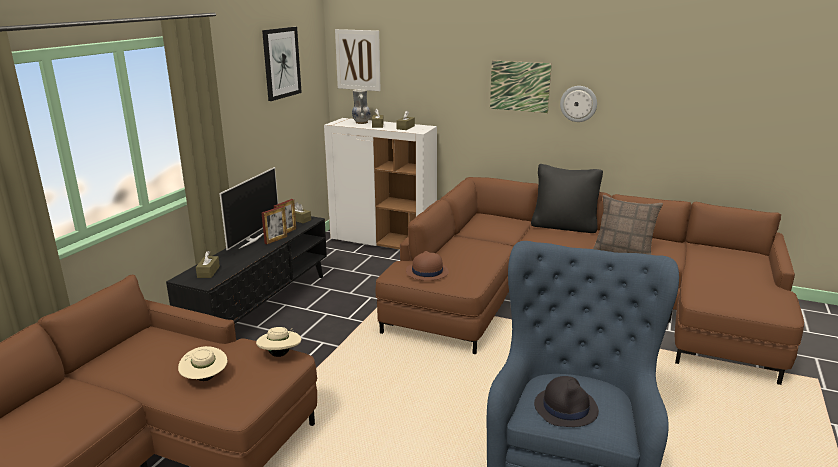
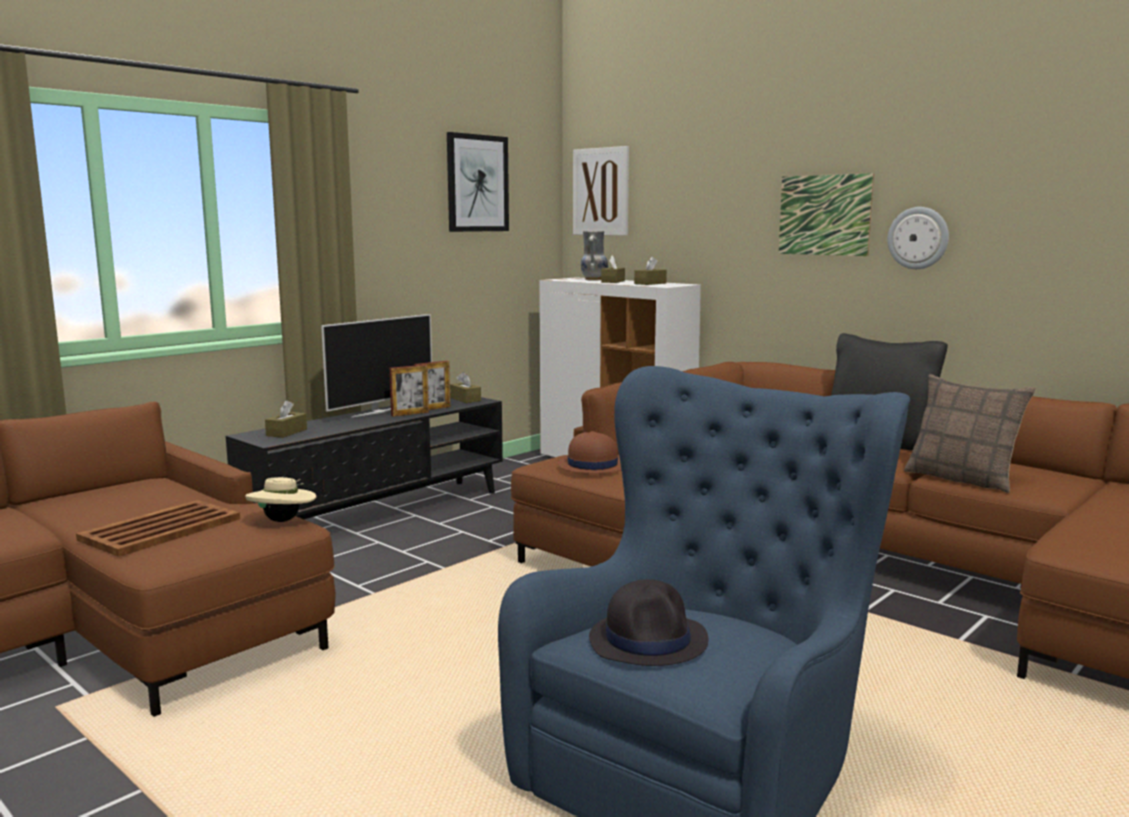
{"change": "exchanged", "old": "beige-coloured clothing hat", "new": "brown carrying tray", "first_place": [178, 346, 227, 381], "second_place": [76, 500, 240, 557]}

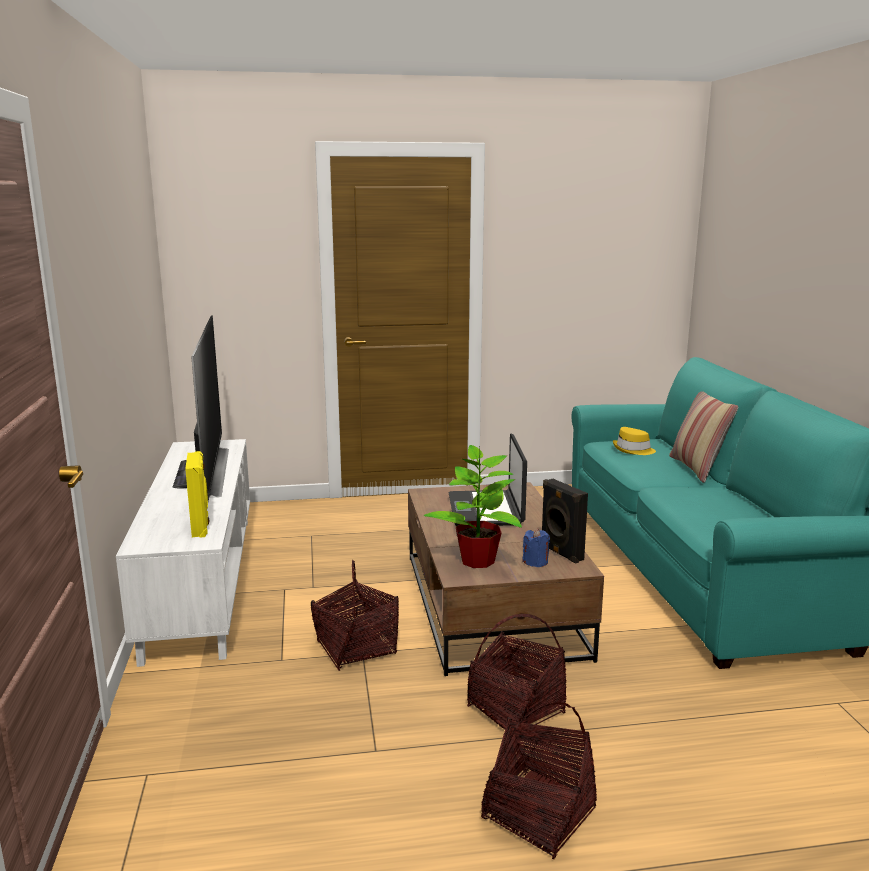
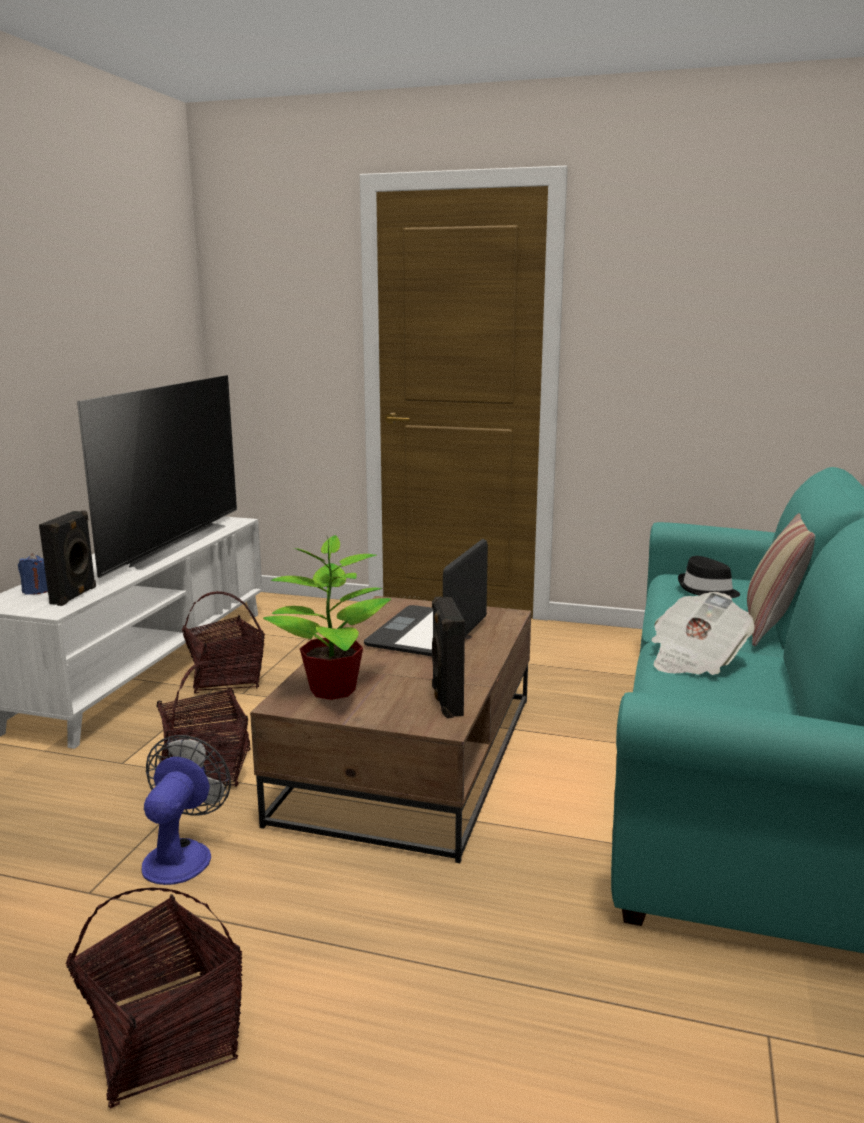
{"change": "relocated", "old": "blue candle", "first_place": [522, 528, 550, 567], "second_place": [18, 553, 48, 595]}
{"change": "colour", "old": "yellow speaker", "new": "black-coloured speaker", "first_place": [185, 451, 209, 538], "second_place": [39, 511, 96, 606]}
{"change": "appeared", "new": "electric fan", "second_place": [141, 735, 231, 885]}
{"change": "relocated", "old": "basket", "first_place": [467, 614, 567, 729], "second_place": [182, 591, 265, 694]}
{"change": "appeared", "new": "daily paper", "second_place": [651, 592, 755, 675]}
{"change": "colour", "old": "yellow clothing hat", "new": "black-coloured clothing hat", "first_place": [613, 427, 656, 455], "second_place": [678, 556, 740, 598]}

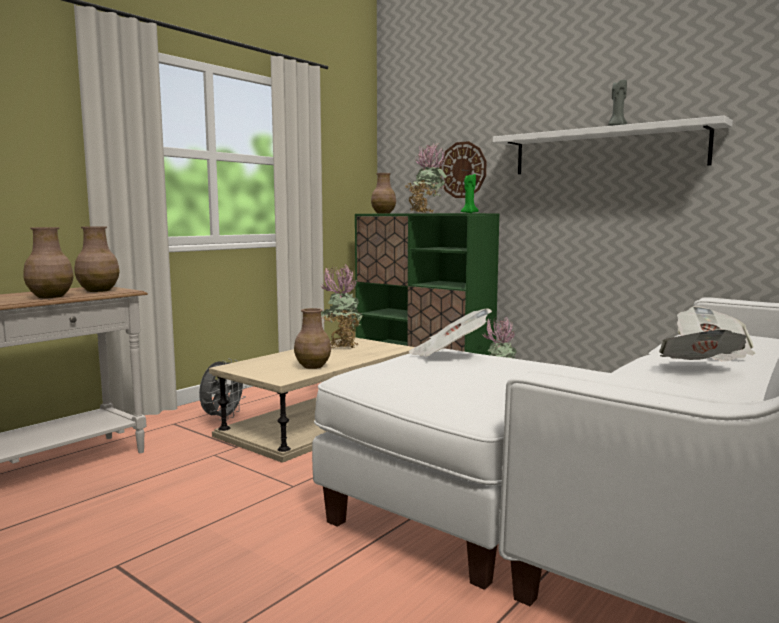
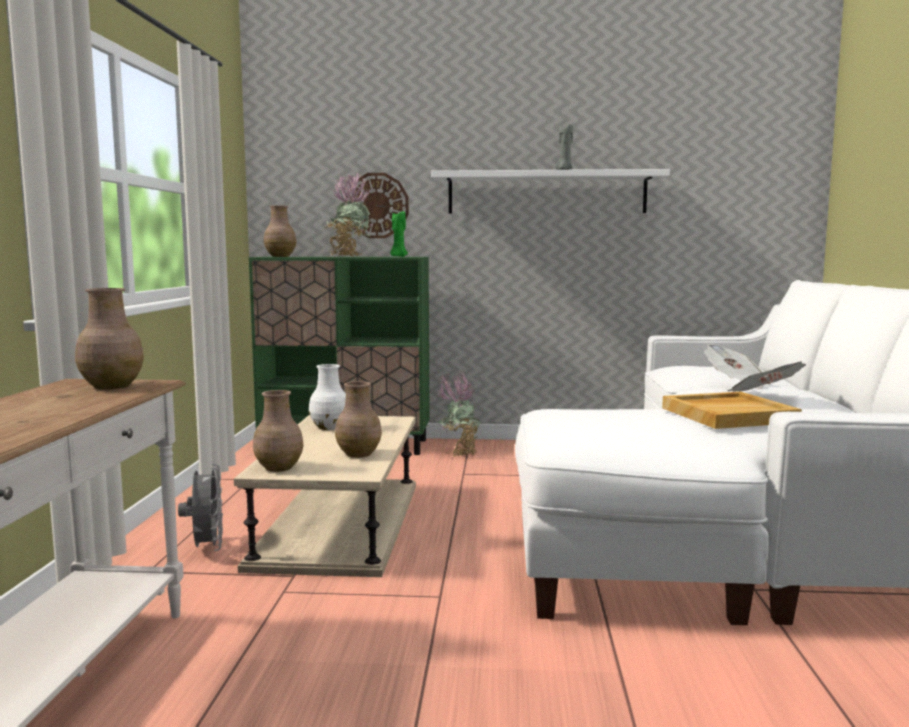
{"change": "relocated", "old": "brown decorative vase", "first_place": [23, 227, 74, 298], "second_place": [253, 390, 304, 472]}
{"change": "exchanged", "old": "potted plant", "new": "whitish decorative vase", "first_place": [320, 264, 362, 348], "second_place": [309, 364, 346, 430]}
{"change": "appeared", "new": "beige-coloured carrying tray", "second_place": [662, 392, 802, 429]}
{"change": "missing", "old": "daily paper", "first_place": [409, 309, 492, 357]}

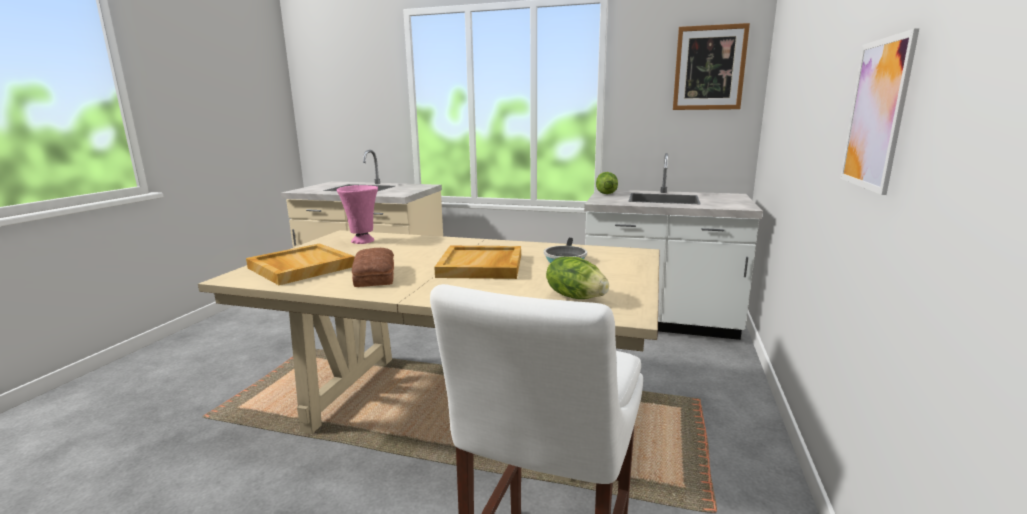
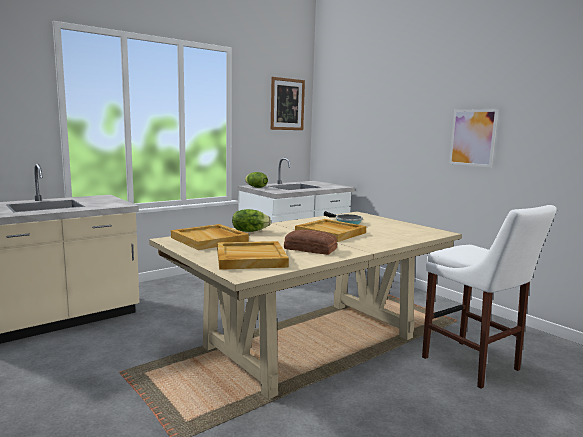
{"change": "exchanged", "old": "pink-coloured decorative vase", "new": "beige-coloured carrying tray", "first_place": [337, 185, 378, 244], "second_place": [171, 224, 249, 250]}
{"change": "relocated", "old": "head of lettuce", "first_place": [546, 257, 609, 299], "second_place": [232, 209, 271, 232]}

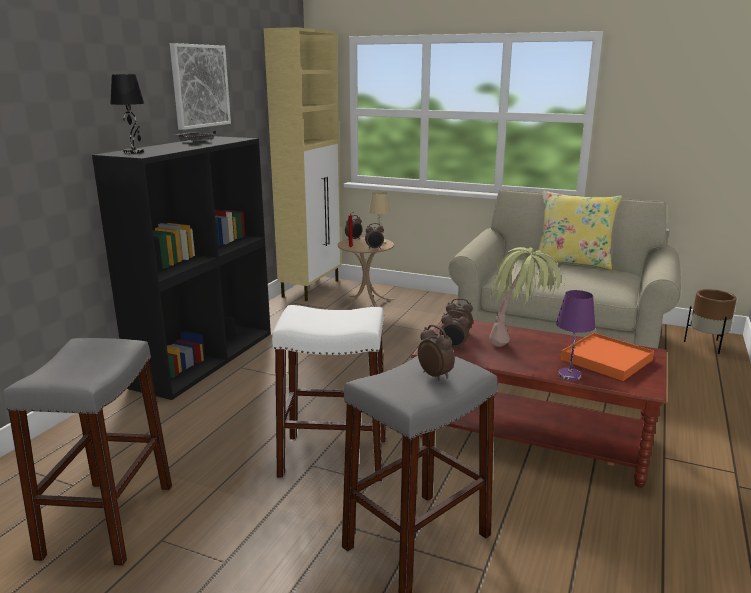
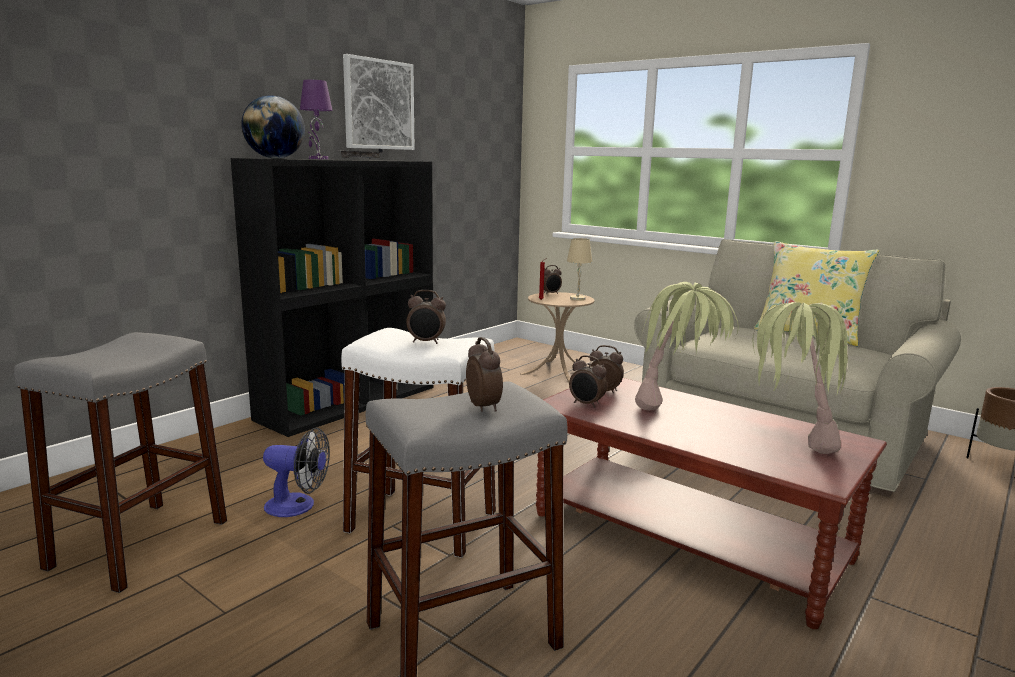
{"change": "exchanged", "old": "black-coloured tabletop lamp", "new": "world globe", "first_place": [110, 74, 144, 154], "second_place": [241, 95, 305, 159]}
{"change": "appeared", "new": "electric fan", "second_place": [263, 428, 330, 517]}
{"change": "relocated", "old": "purple tabletop lamp", "first_place": [556, 290, 595, 381], "second_place": [300, 80, 333, 159]}
{"change": "relocated", "old": "table clock", "first_place": [365, 223, 384, 249], "second_place": [406, 290, 446, 344]}
{"change": "exchanged", "old": "orange carrying tray", "new": "potted plant", "first_place": [561, 332, 654, 381], "second_place": [752, 302, 848, 454]}
{"change": "missing", "old": "beige-coloured storage cabinet", "first_place": [264, 27, 341, 301]}

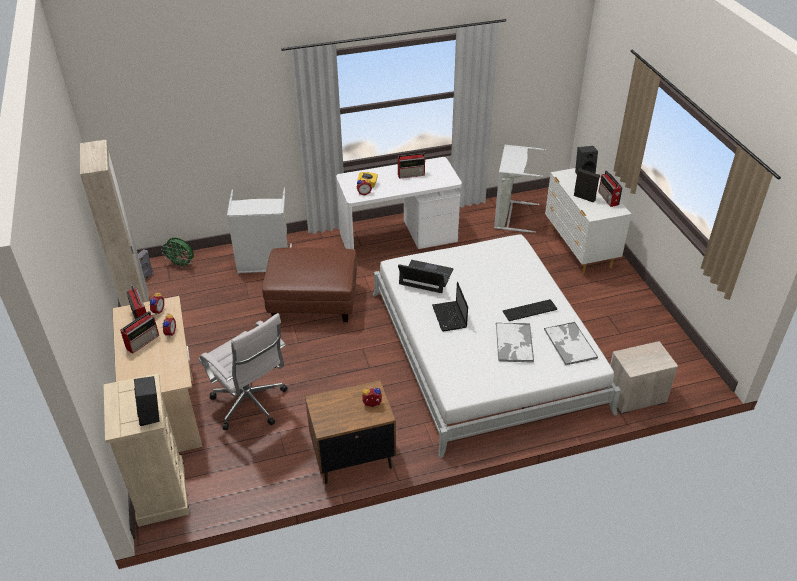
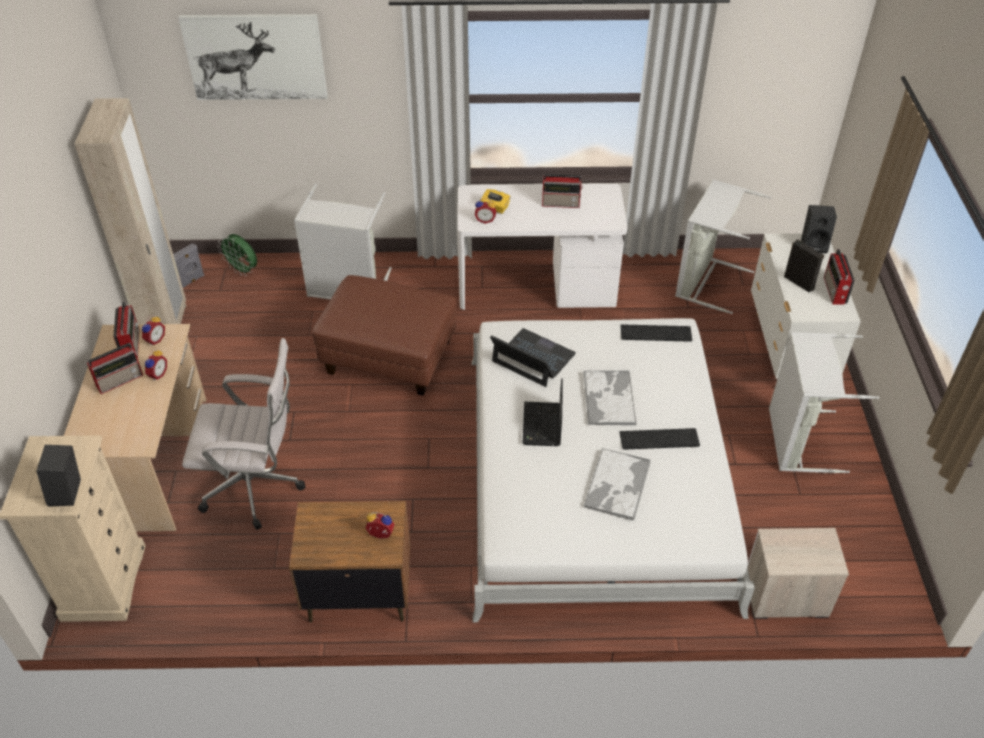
{"change": "appeared", "new": "wall picture", "second_place": [178, 14, 328, 100]}
{"change": "spun", "old": "whitish office chair", "first_place": [198, 313, 288, 430], "second_place": [182, 338, 306, 530], "degrees": -60}
{"change": "relocated", "old": "carrying tray", "first_place": [544, 322, 598, 366], "second_place": [584, 371, 637, 425]}
{"change": "appeared", "new": "PC keyboard", "second_place": [621, 324, 692, 342]}
{"change": "appeared", "new": "greyish laundry basket", "second_place": [769, 332, 879, 473]}

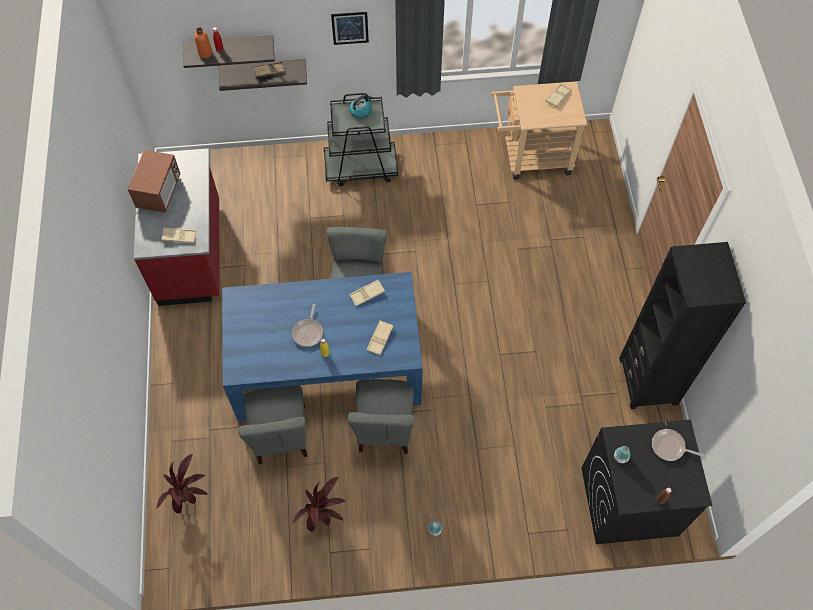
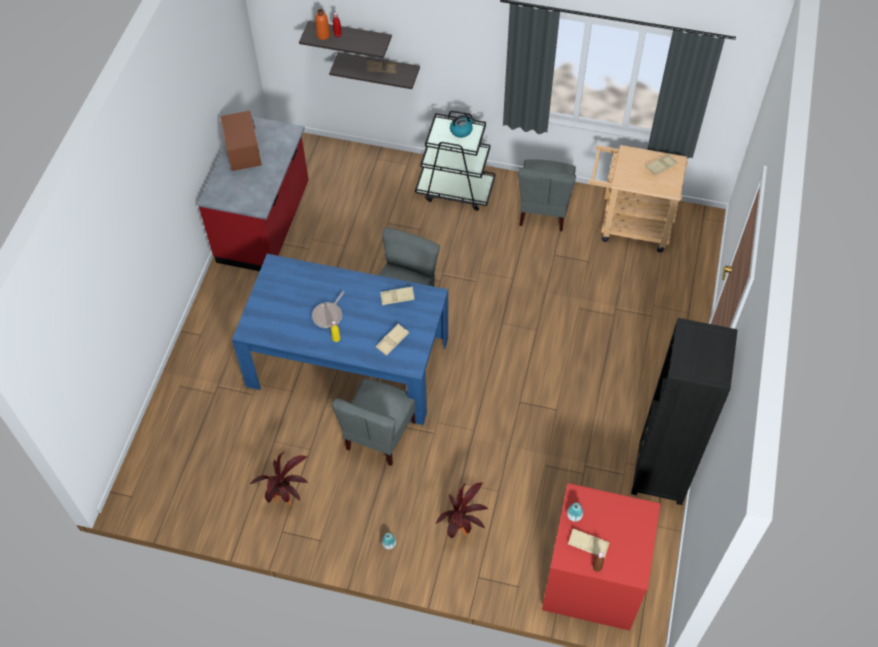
{"change": "spun", "old": "microwave", "first_place": [128, 150, 181, 213], "second_place": [220, 111, 262, 171], "degrees": -45}
{"change": "relocated", "old": "potted plant", "first_place": [157, 454, 208, 514], "second_place": [435, 482, 488, 539]}
{"change": "relocated", "old": "greyish plain chair", "first_place": [238, 385, 307, 464], "second_place": [518, 159, 576, 231]}
{"change": "colour", "old": "black-coloured laundry machine", "new": "red laundry machine", "first_place": [581, 420, 712, 544], "second_place": [542, 483, 661, 631]}
{"change": "relocated", "old": "beige-coloured carrying tray", "first_place": [162, 228, 196, 243], "second_place": [568, 528, 609, 558]}
{"change": "missing", "old": "wall picture", "first_place": [331, 12, 369, 45]}
{"change": "missing", "old": "frying pan", "first_place": [652, 429, 704, 461]}

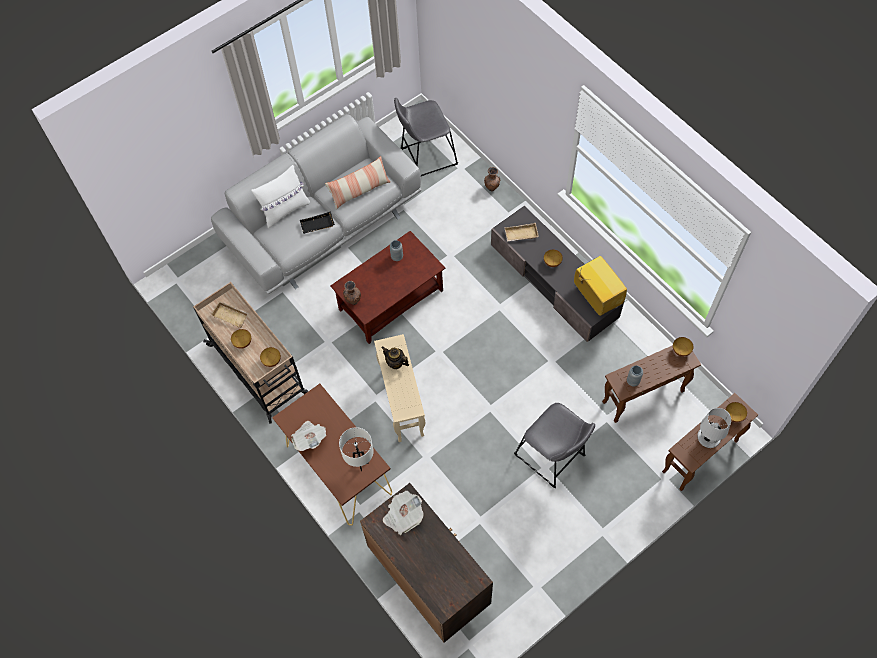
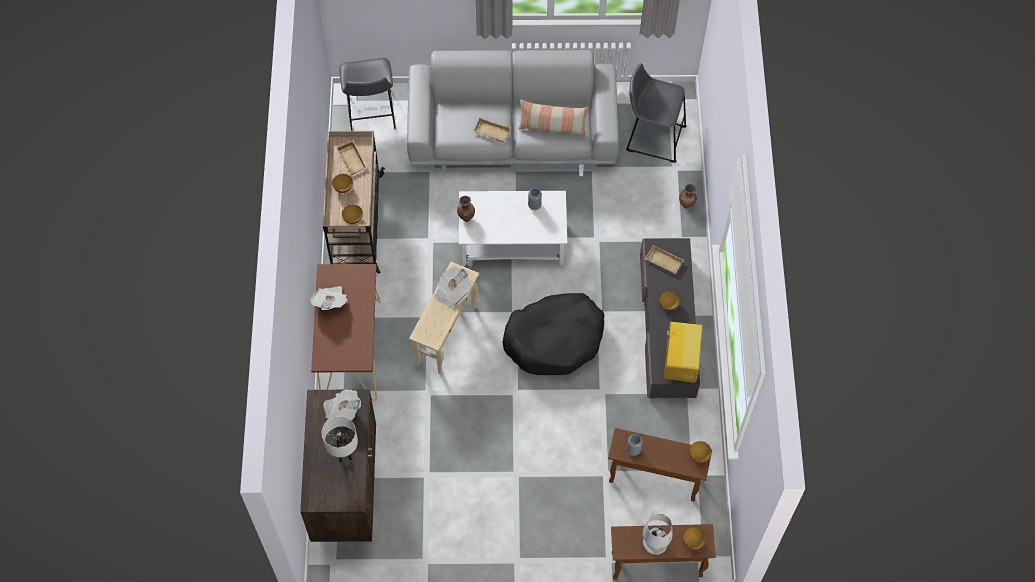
{"change": "relocated", "old": "whitish tabletop lamp", "first_place": [339, 427, 374, 471], "second_place": [322, 416, 358, 462]}
{"change": "relocated", "old": "greyish stool seat", "first_place": [514, 403, 595, 488], "second_place": [339, 58, 396, 131]}
{"change": "exchanged", "old": "tea pot", "new": "daily paper", "first_place": [381, 346, 409, 369], "second_place": [434, 267, 472, 308]}
{"change": "colour", "old": "brown low table", "new": "whitish low table", "first_place": [330, 231, 446, 344], "second_place": [459, 191, 567, 266]}
{"change": "colour", "old": "black-coloured carrying tray", "new": "beige-coloured carrying tray", "first_place": [300, 211, 335, 234], "second_place": [473, 118, 511, 142]}
{"change": "appeared", "new": "black-coloured dog bed", "second_place": [502, 293, 604, 375]}
{"change": "missing", "old": "whitish pillow", "first_place": [251, 165, 310, 229]}

